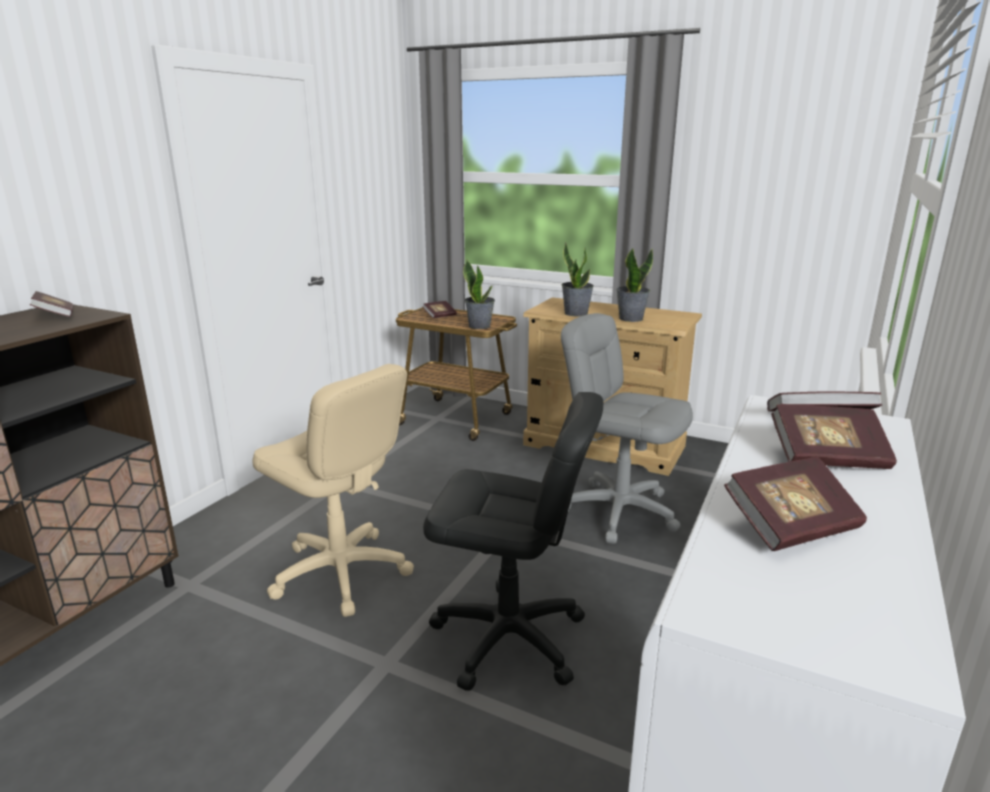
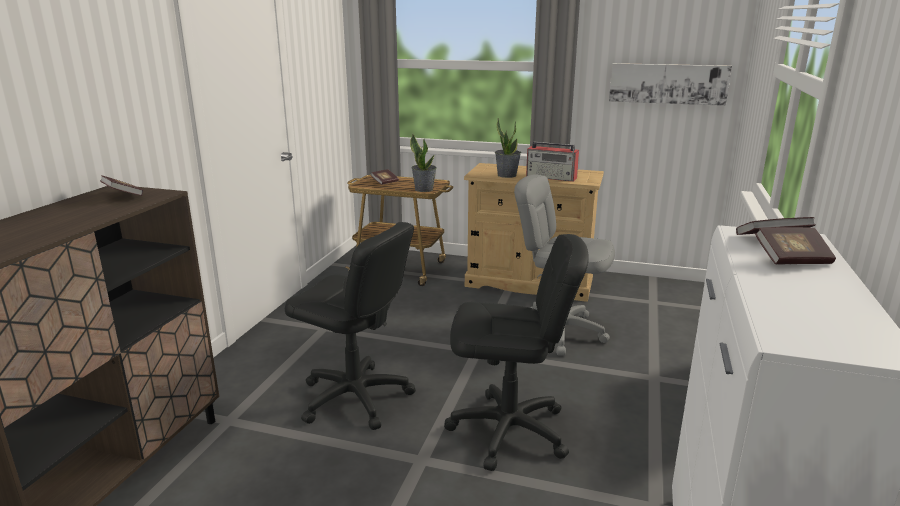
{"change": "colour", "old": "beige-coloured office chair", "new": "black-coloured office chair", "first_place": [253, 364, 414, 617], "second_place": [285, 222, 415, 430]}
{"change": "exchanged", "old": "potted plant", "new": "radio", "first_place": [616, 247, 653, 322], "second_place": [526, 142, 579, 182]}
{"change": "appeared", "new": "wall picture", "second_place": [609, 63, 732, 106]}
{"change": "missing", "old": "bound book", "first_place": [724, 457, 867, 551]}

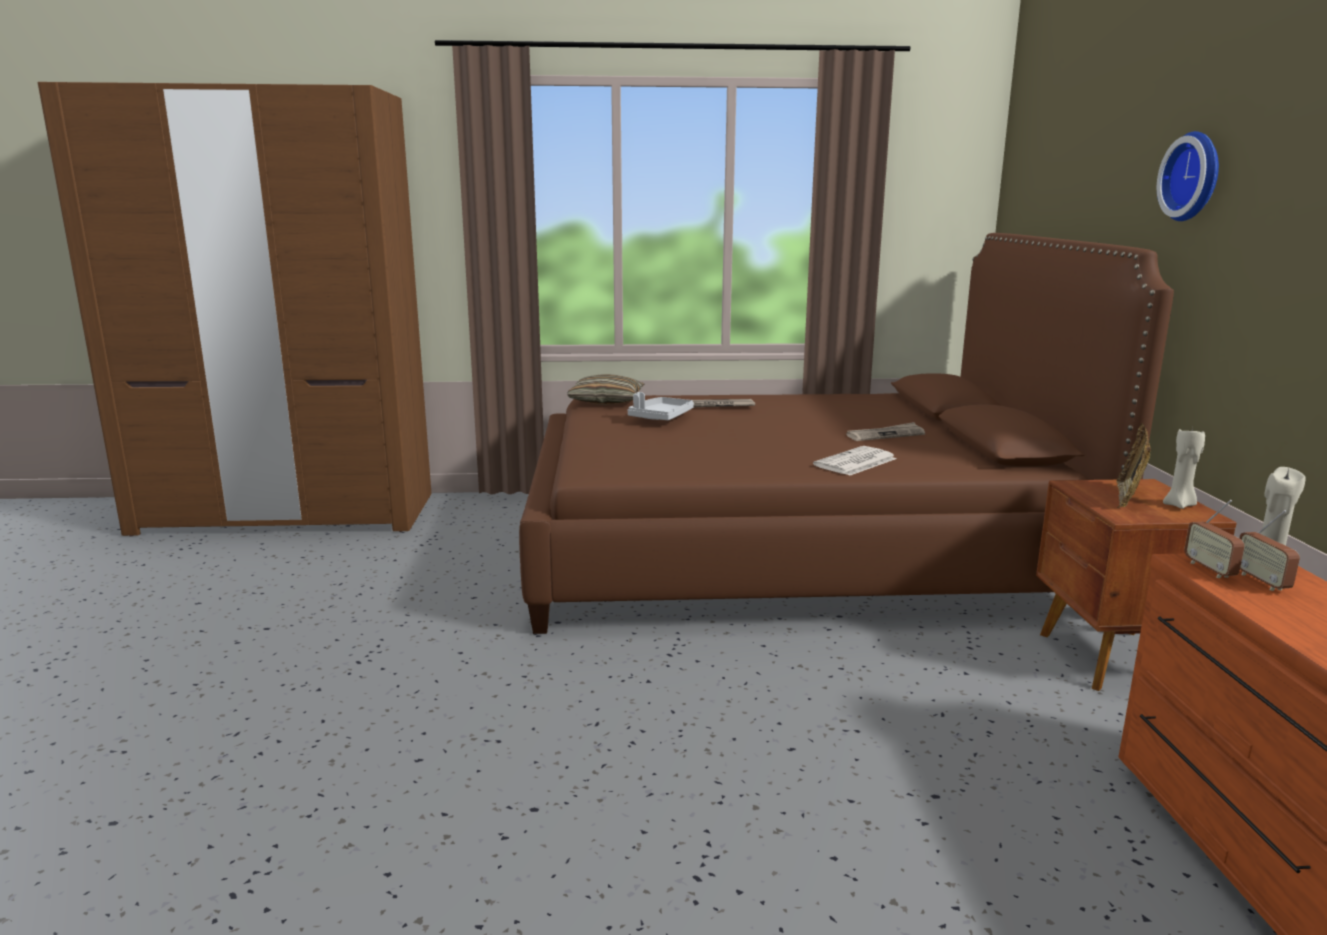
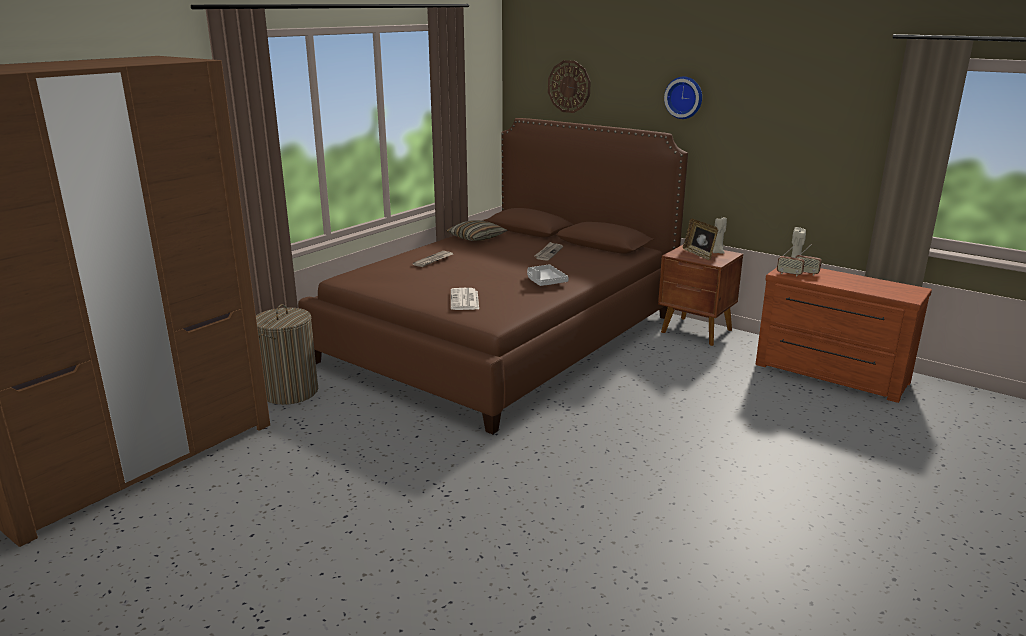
{"change": "appeared", "new": "laundry basket", "second_place": [256, 304, 318, 405]}
{"change": "relocated", "old": "pillow", "first_place": [567, 374, 644, 405], "second_place": [446, 220, 508, 241]}
{"change": "relocated", "old": "daily paper", "first_place": [813, 446, 896, 476], "second_place": [451, 288, 479, 310]}
{"change": "relocated", "old": "greyish carrying tray", "first_place": [628, 392, 694, 420], "second_place": [527, 264, 569, 286]}
{"change": "appeared", "new": "clock on the wall", "second_place": [548, 60, 591, 113]}

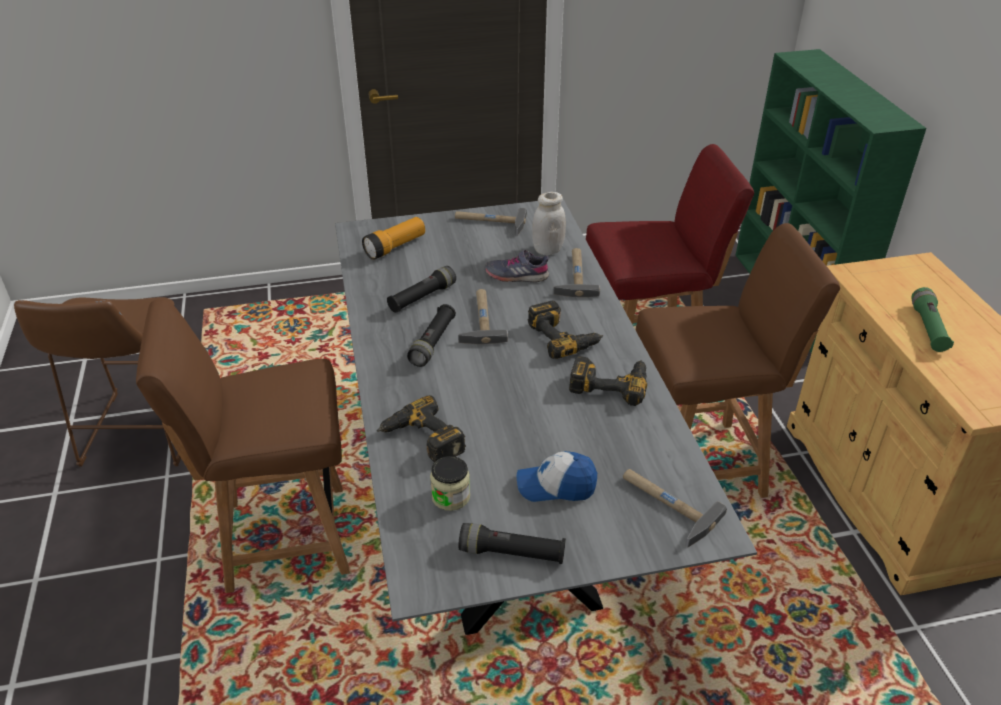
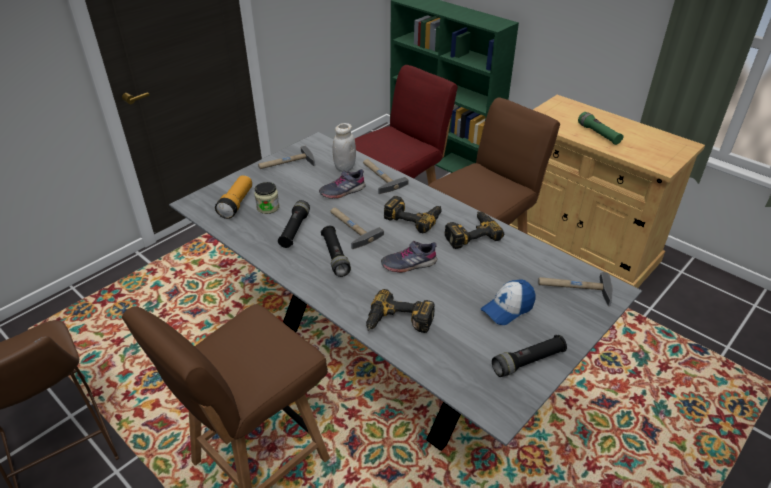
{"change": "relocated", "old": "jar", "first_place": [430, 456, 470, 511], "second_place": [254, 182, 280, 214]}
{"change": "appeared", "new": "greyish shoe", "second_place": [381, 241, 437, 273]}

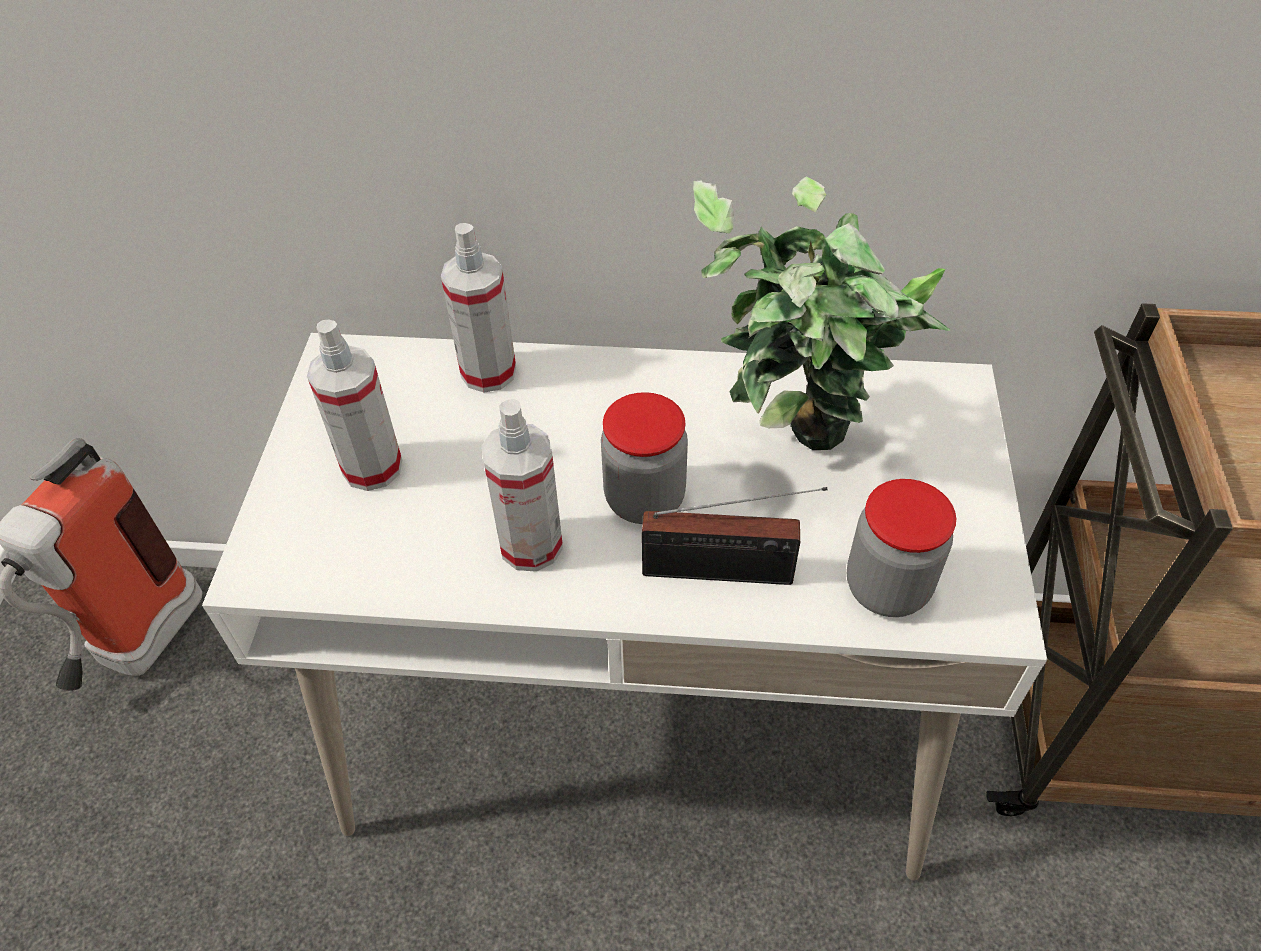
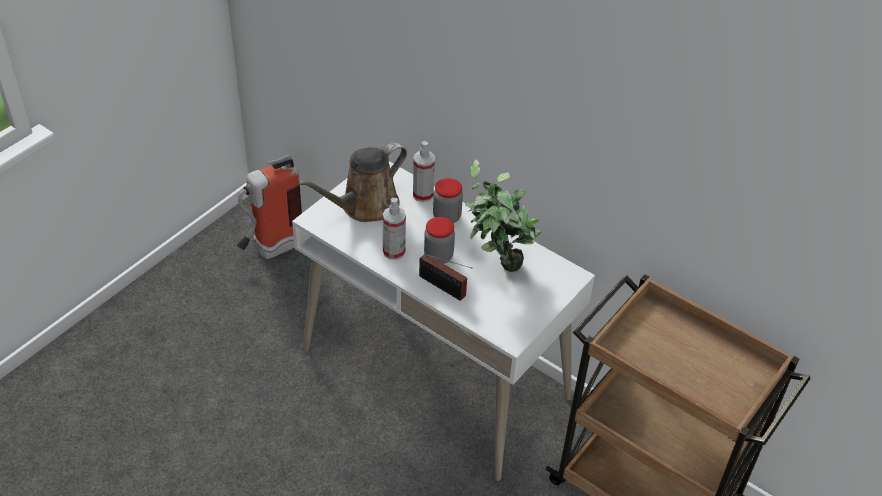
{"change": "exchanged", "old": "spray bottle", "new": "brown watering can", "first_place": [307, 320, 402, 491], "second_place": [298, 142, 407, 222]}
{"change": "relocated", "old": "jar", "first_place": [847, 479, 956, 617], "second_place": [433, 178, 463, 223]}

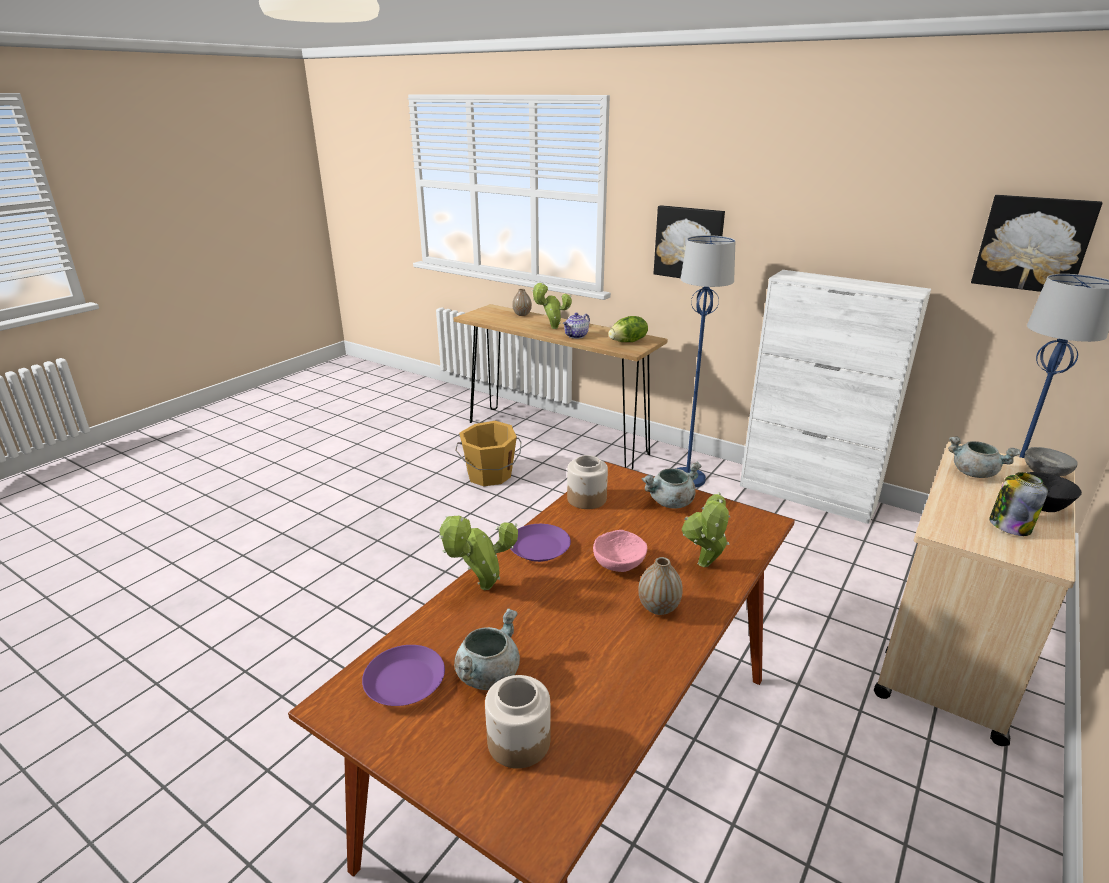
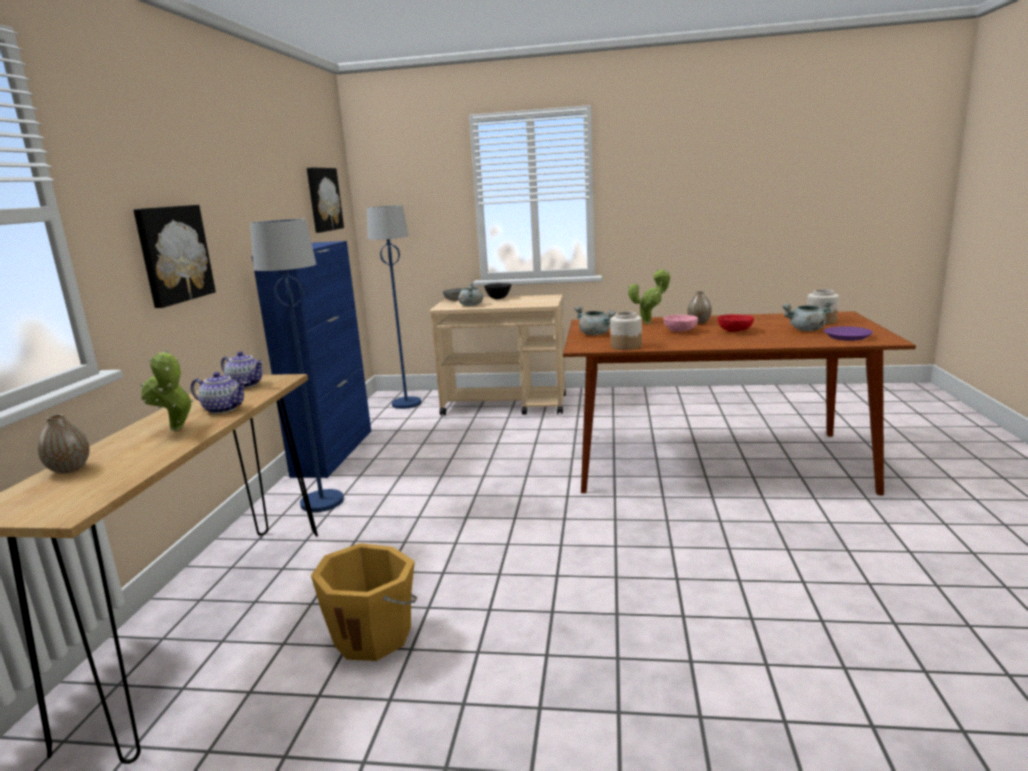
{"change": "exchanged", "old": "head of lettuce", "new": "tea pot", "first_place": [609, 316, 648, 342], "second_place": [221, 351, 263, 388]}
{"change": "colour", "old": "whitish storage cabinet", "new": "blue storage cabinet", "first_place": [740, 270, 931, 524], "second_place": [252, 241, 371, 478]}
{"change": "appeared", "new": "red serving bowl", "second_place": [718, 314, 754, 332]}
{"change": "missing", "old": "potted plant", "first_place": [439, 516, 518, 590]}
{"change": "missing", "old": "purple dinner plate", "first_place": [510, 524, 571, 562]}
{"change": "missing", "old": "jar", "first_place": [989, 472, 1048, 536]}

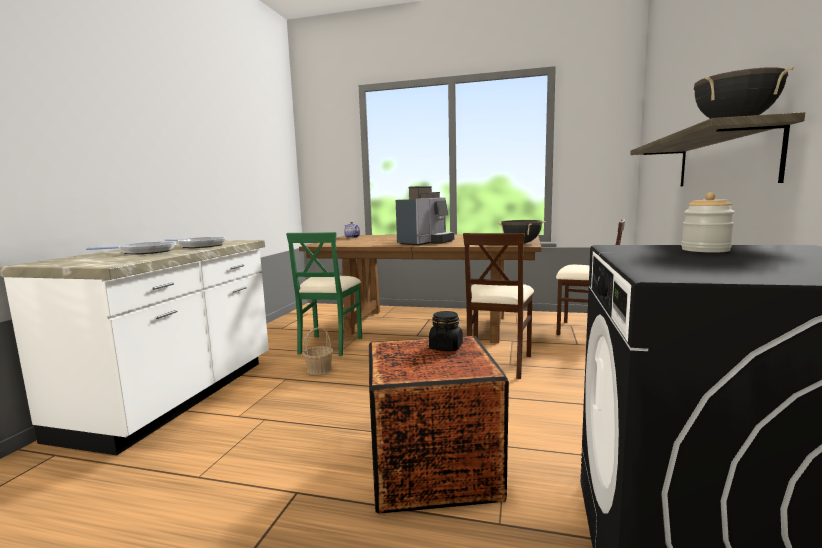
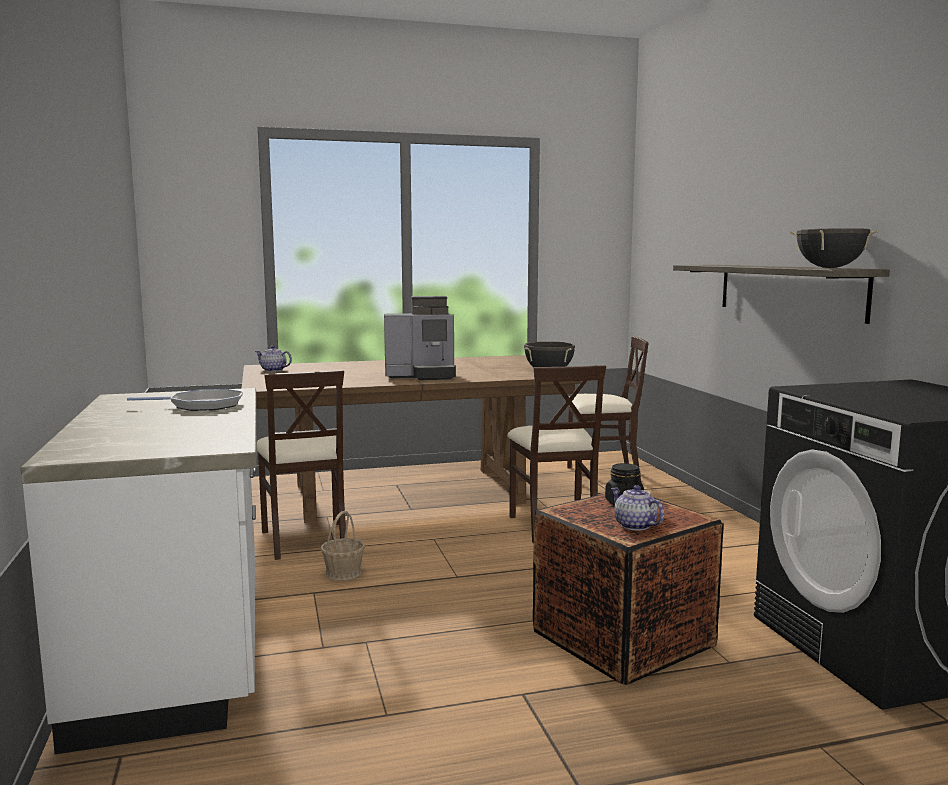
{"change": "colour", "old": "green-coloured plain chair", "new": "beige-coloured plain chair", "first_place": [286, 232, 362, 356], "second_place": [257, 370, 346, 560]}
{"change": "spun", "old": "coffee maker", "first_place": [396, 186, 454, 245], "second_place": [384, 296, 456, 380], "degrees": 75}
{"change": "appeared", "new": "tea pot", "second_place": [611, 485, 664, 531]}
{"change": "missing", "old": "frying pan", "first_place": [86, 242, 176, 255]}
{"change": "missing", "old": "jar", "first_place": [681, 192, 735, 253]}

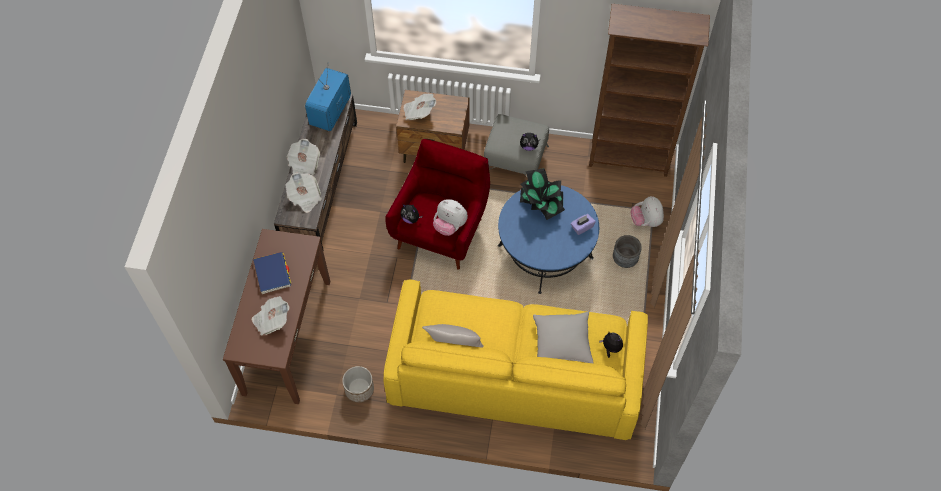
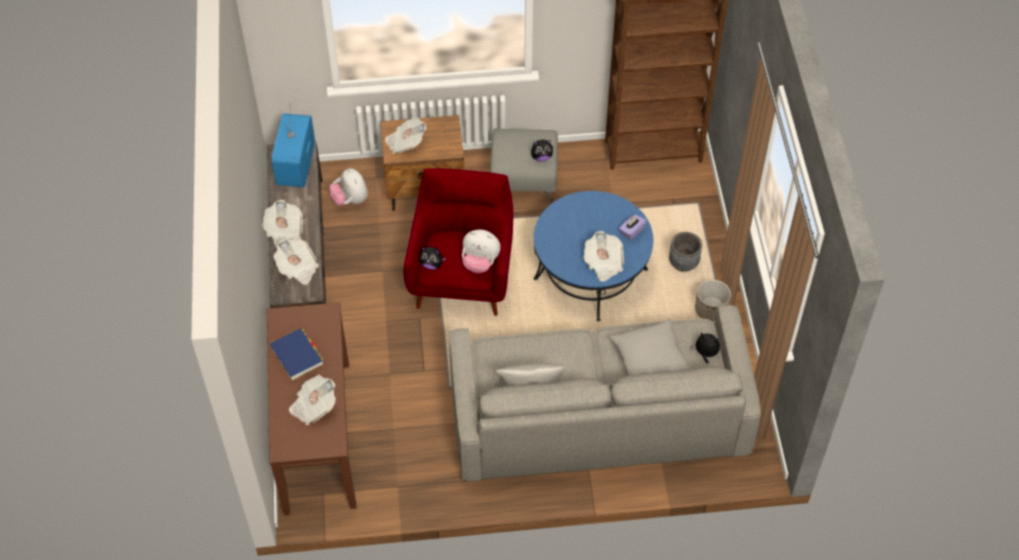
{"change": "relocated", "old": "plush toy", "first_place": [630, 196, 664, 227], "second_place": [329, 168, 368, 206]}
{"change": "colour", "old": "yellow settee", "new": "greyish settee", "first_place": [383, 279, 648, 440], "second_place": [449, 305, 761, 482]}
{"change": "appeared", "new": "daily paper", "second_place": [584, 231, 624, 282]}
{"change": "relocated", "old": "planter", "first_place": [342, 366, 374, 402], "second_place": [695, 280, 731, 321]}
{"change": "missing", "old": "potted plant", "first_place": [520, 168, 565, 220]}

